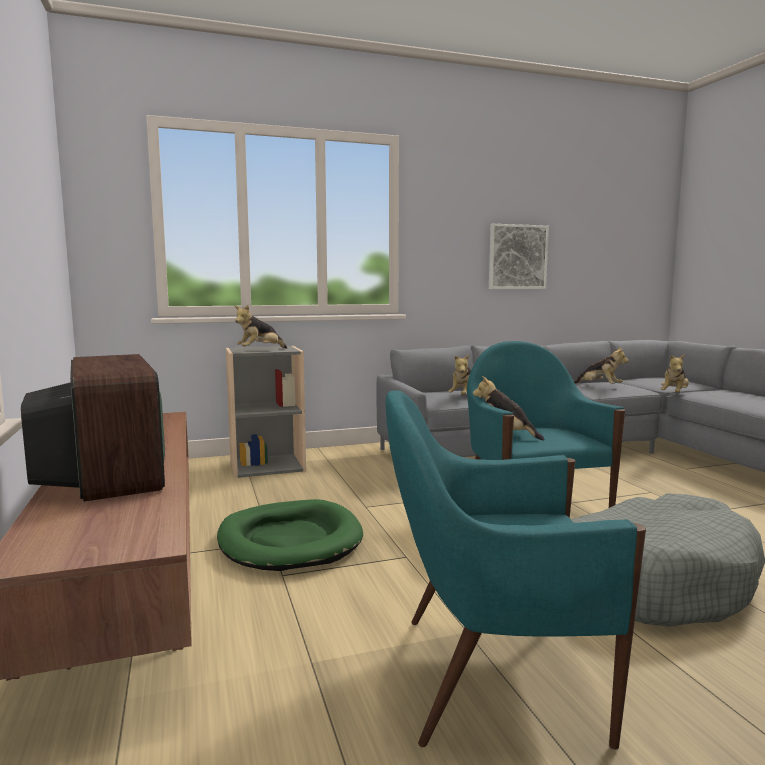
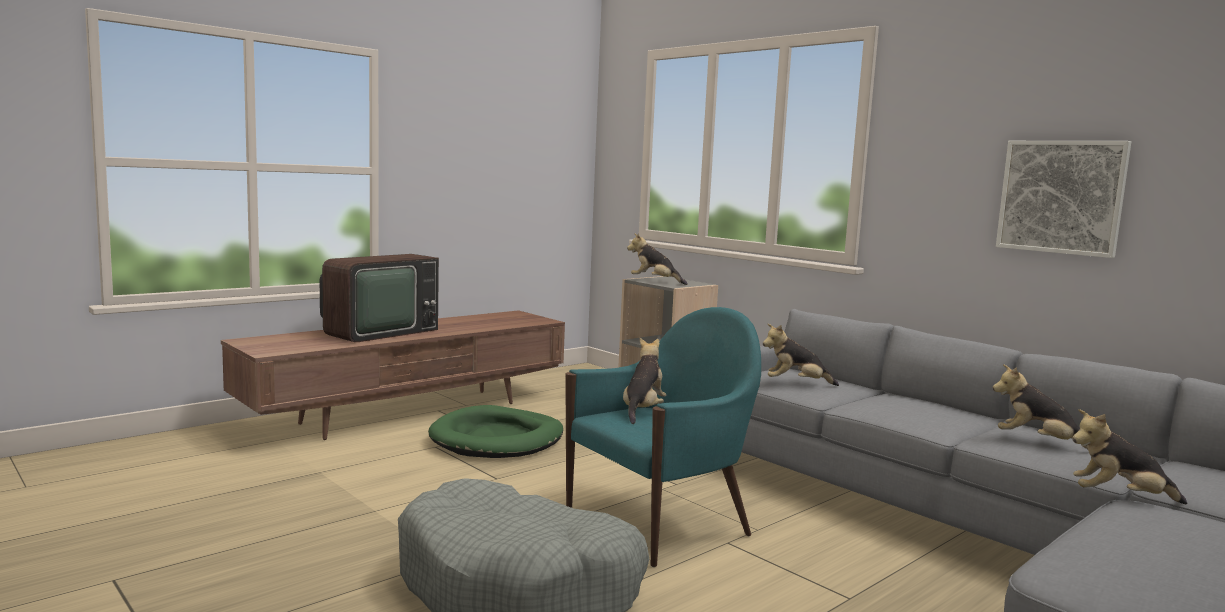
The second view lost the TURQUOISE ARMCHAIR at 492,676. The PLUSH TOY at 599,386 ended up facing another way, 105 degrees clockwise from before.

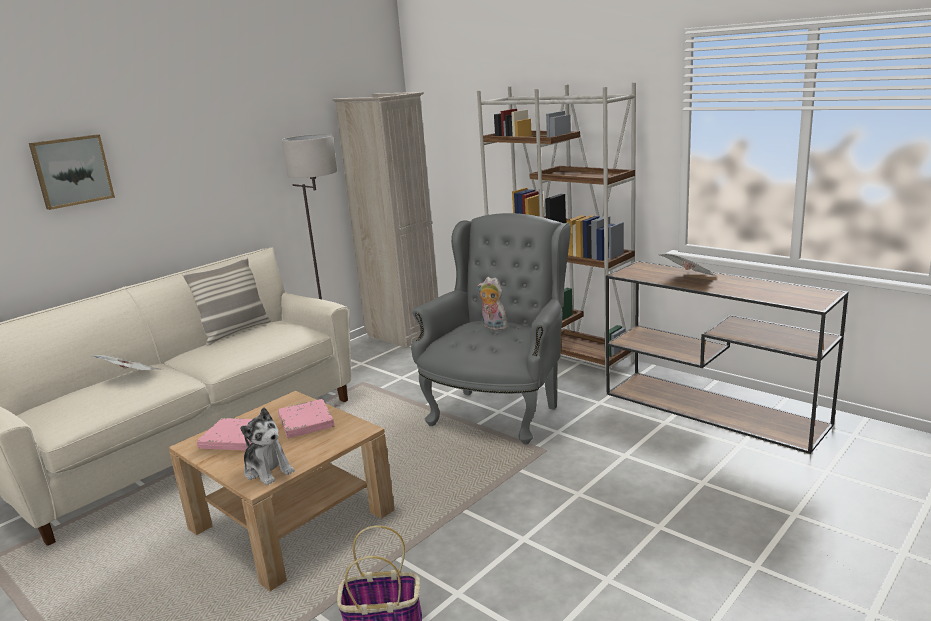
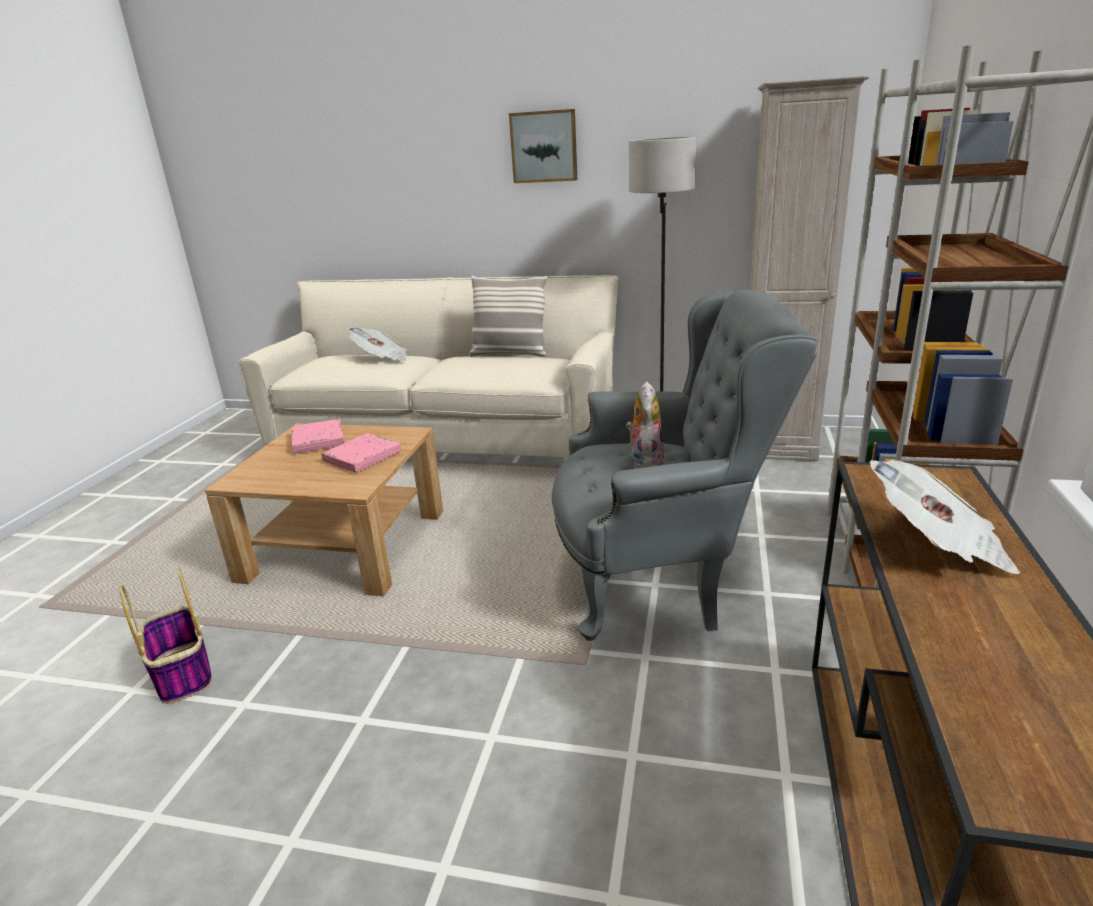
The PICTURE ended up elsewhere, having gone from 72,171 to 544,146. The second view lost the PLUSH TOY at 268,470.

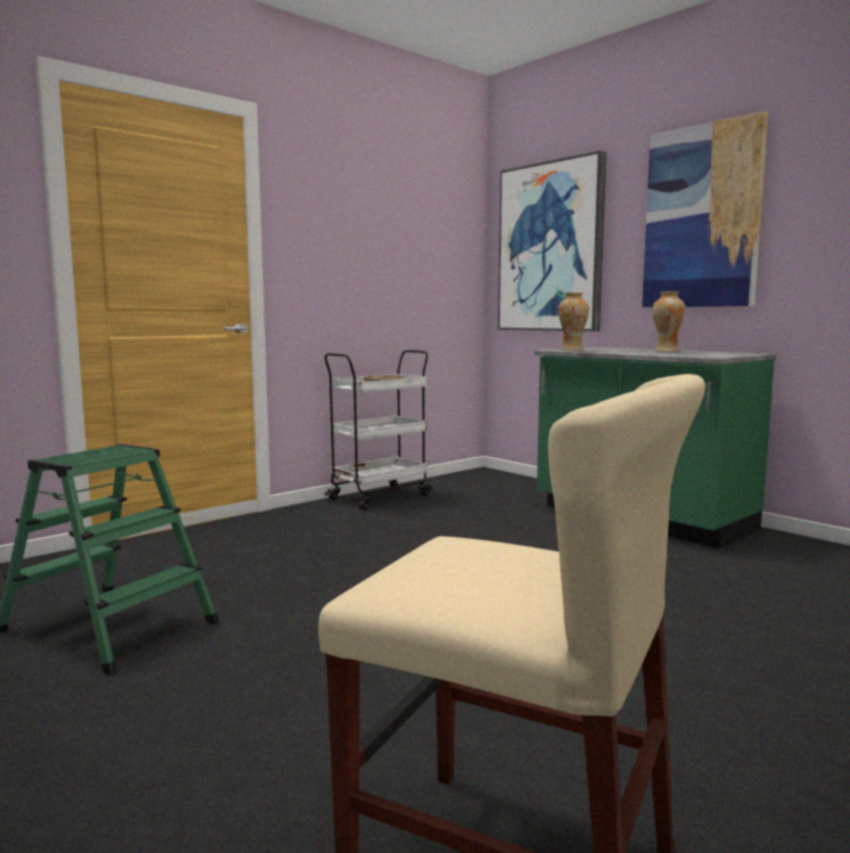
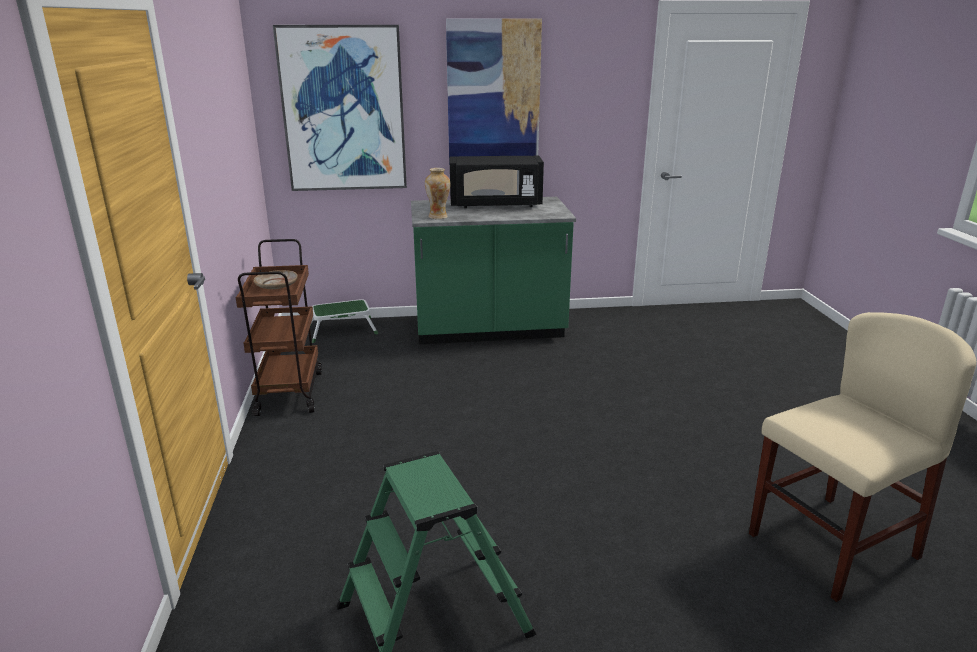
What was the WHITE CART at 380,497 turned into the BROWN CART at 290,393. Where the VASE stood at 666,351, the BLACK MICROWAVE came to stand at 495,205. The second view gained the GREEN STEP LADDER at 342,330.

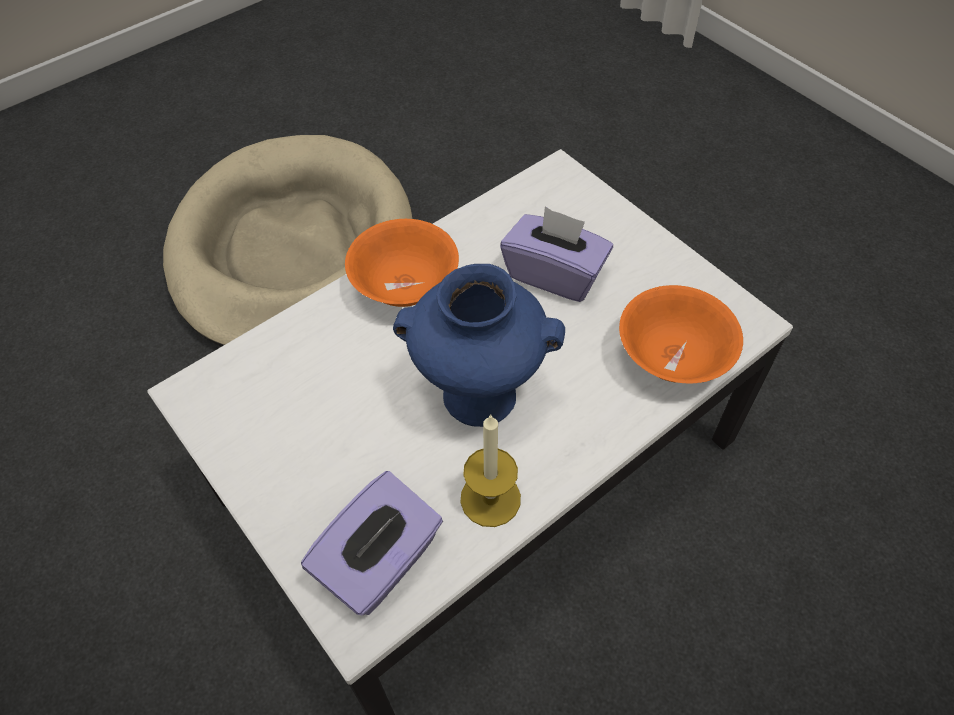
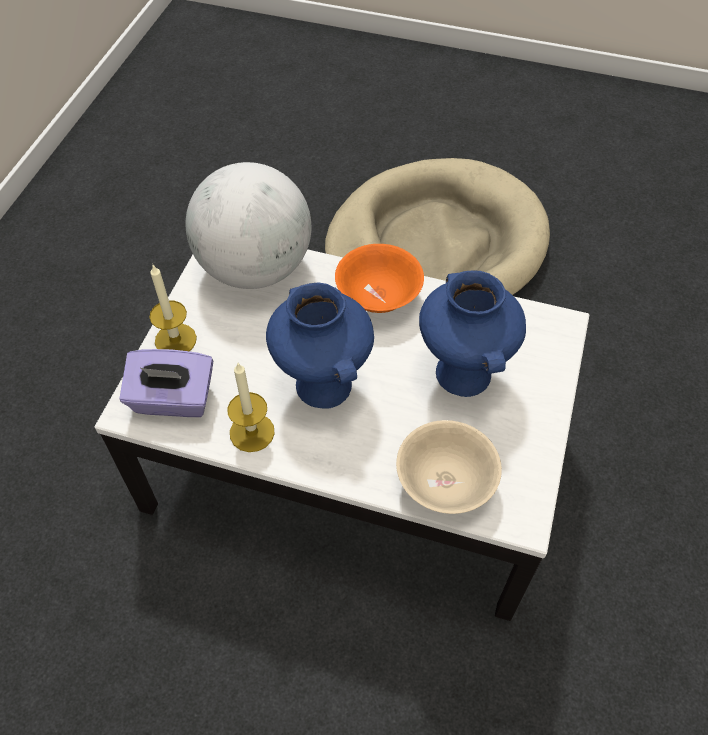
Where the PURPLE TISSUE BOX stood at 554,274, the BLUE VASE came to stand at 461,373. What was the ORANGE BOWL at 671,358 turned into the BEIGE BOWL at 444,482. The second view gained the CANDLE at 175,340. The second view gained the GLOBE at 255,268.

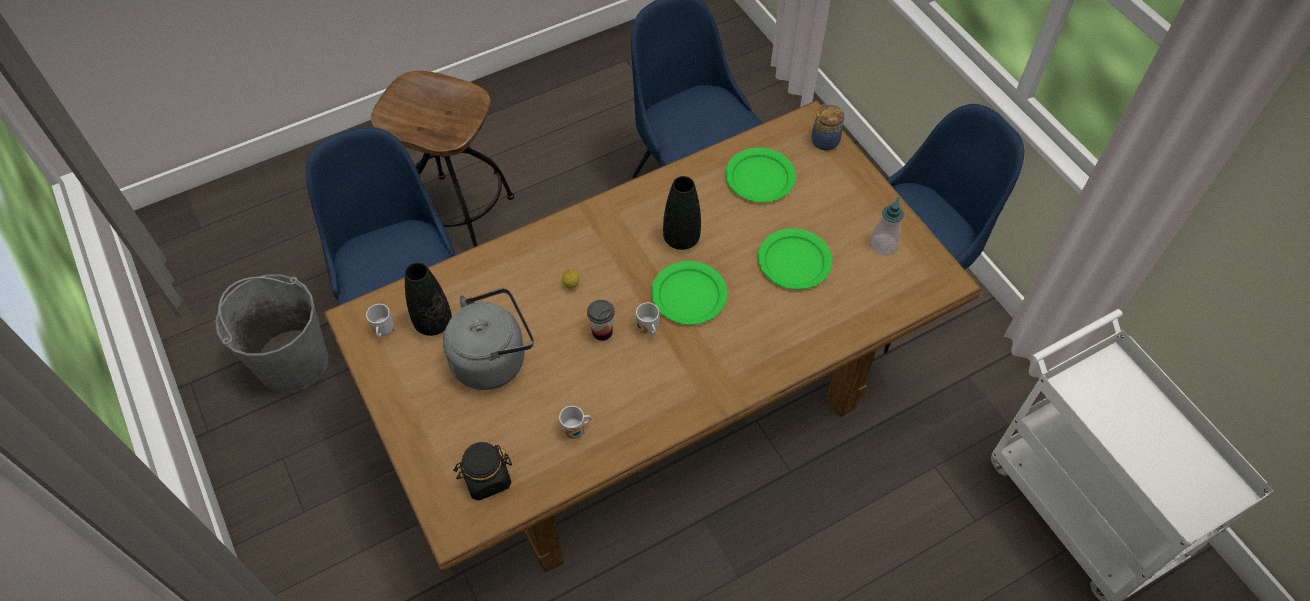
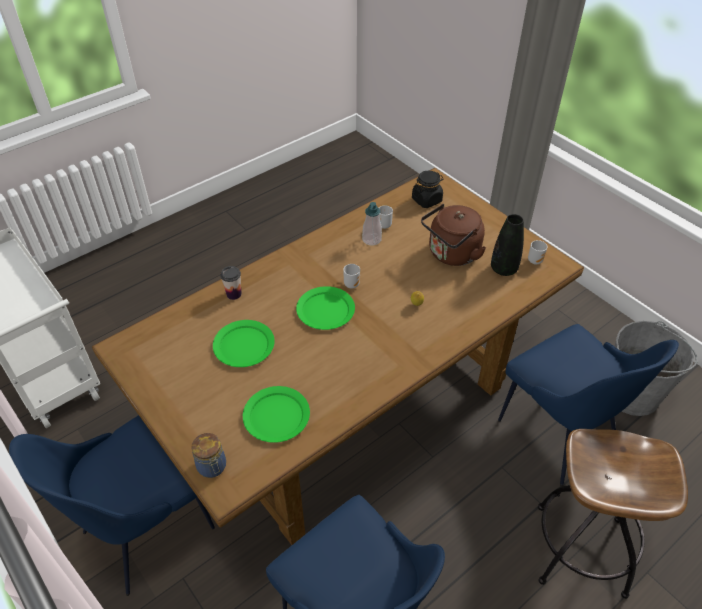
What was the GREY KETTLE at 493,359 turned into the BROWN KETTLE at 451,254. The CUP ended up elsewhere, having gone from 602,332 to 234,294. The second view lost the BLACK VASE at 681,239. The SOAP DISPENSER ended up elsewhere, having gone from 883,244 to 371,239.

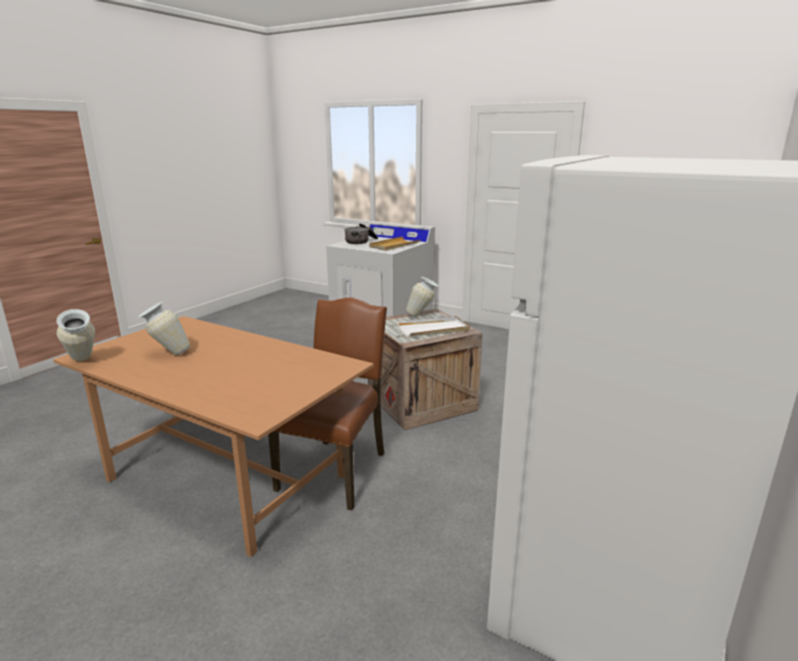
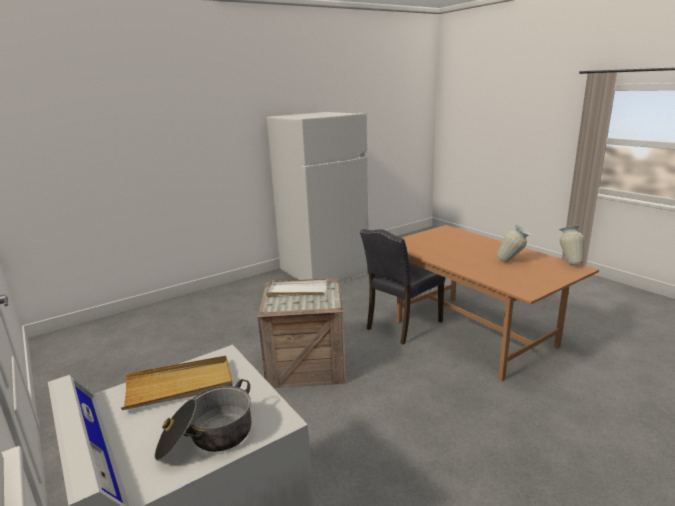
What was the BROWN CHAIR at 336,469 turned into the GREY CHAIR at 402,325. The second view lost the VASE at 422,316.

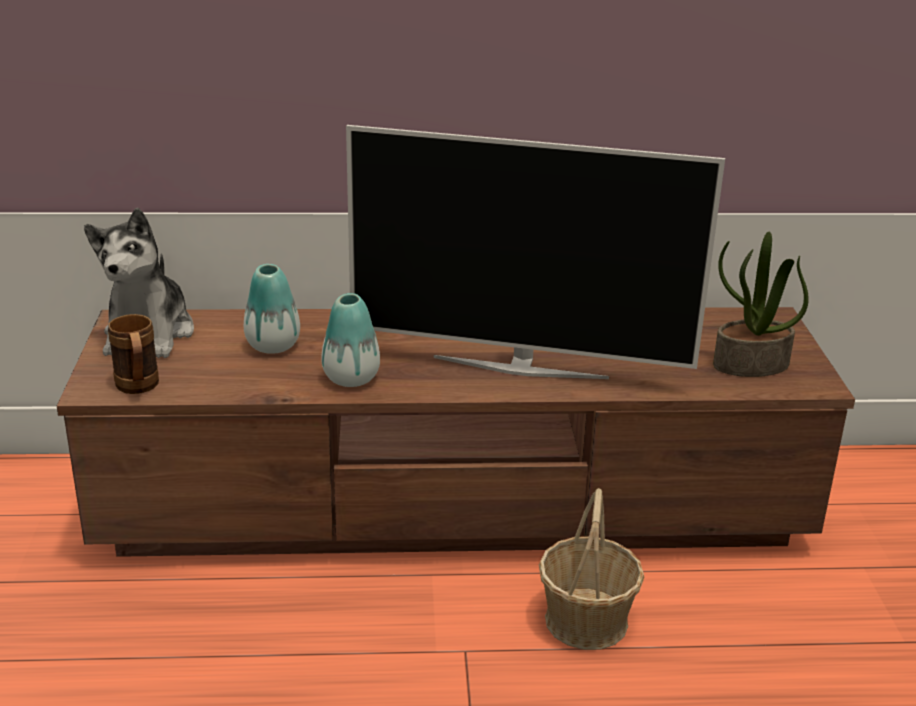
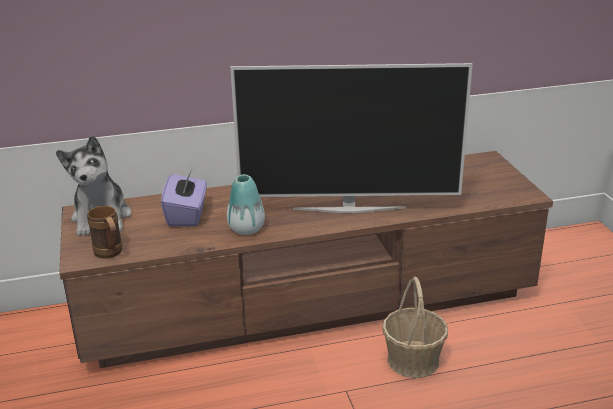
Where the VASE stood at 273,346, the PURPLE TISSUE BOX came to stand at 187,215. The second view lost the POTTED PLANT at 750,365.

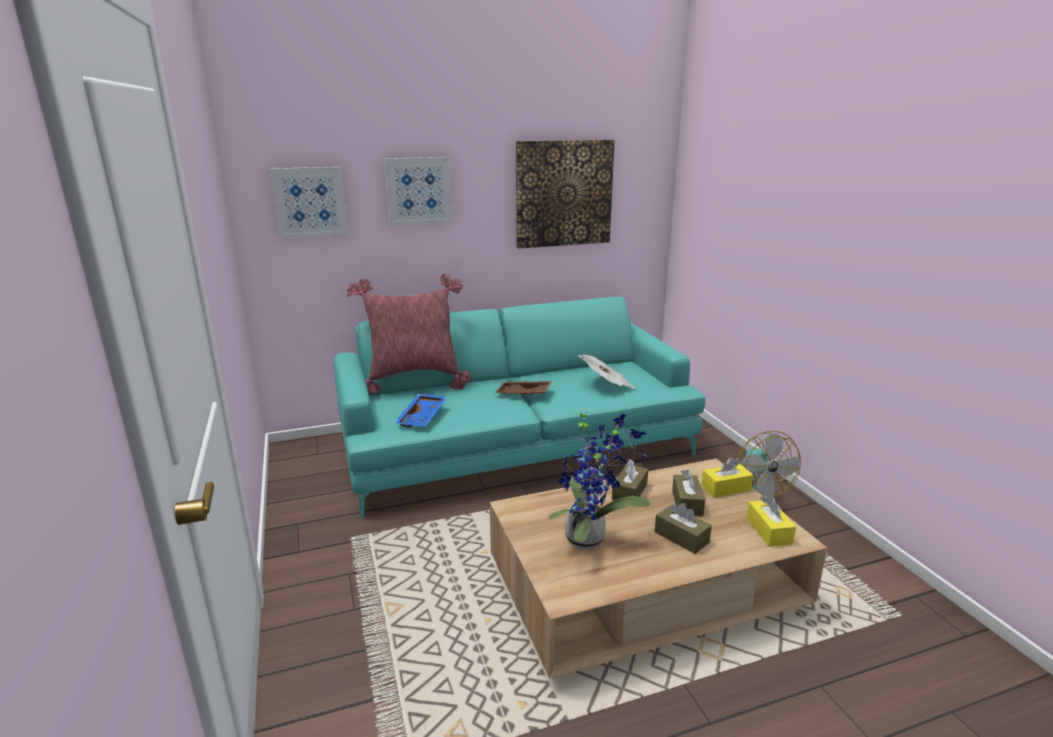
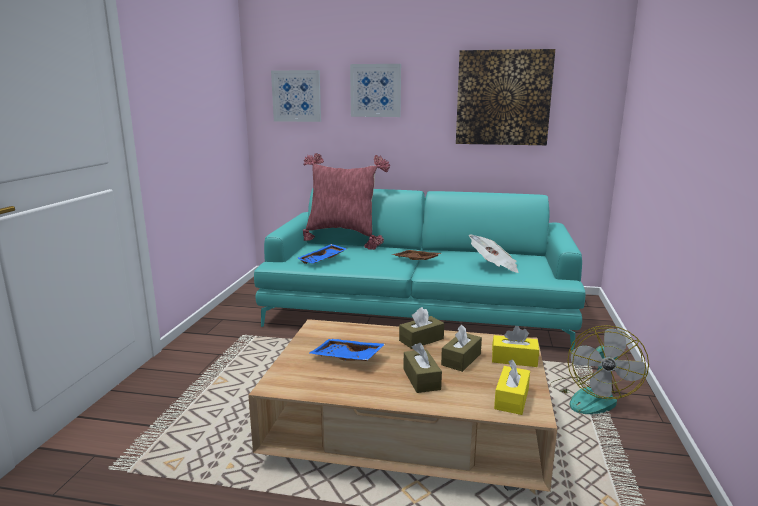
Where the POTTED PLANT stood at 590,538, the BLUE TRAY came to stand at 346,358.

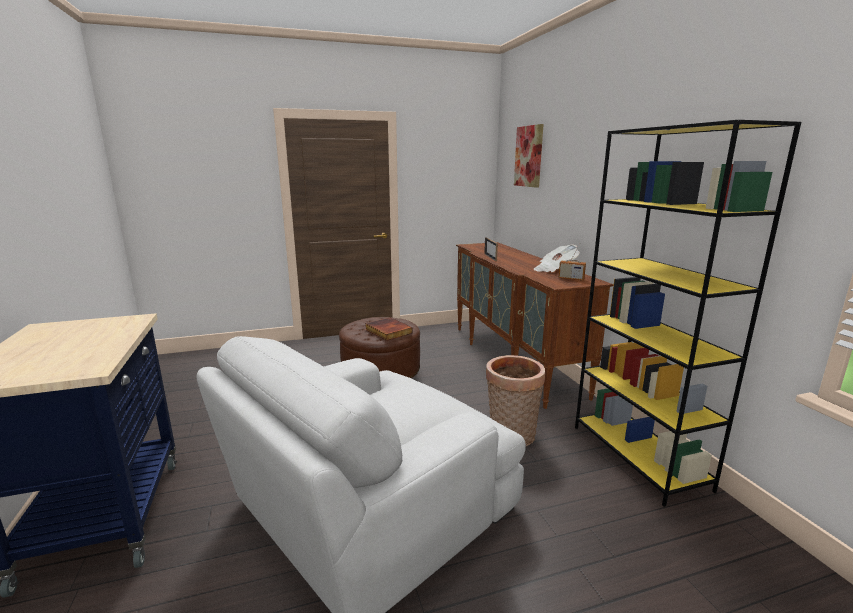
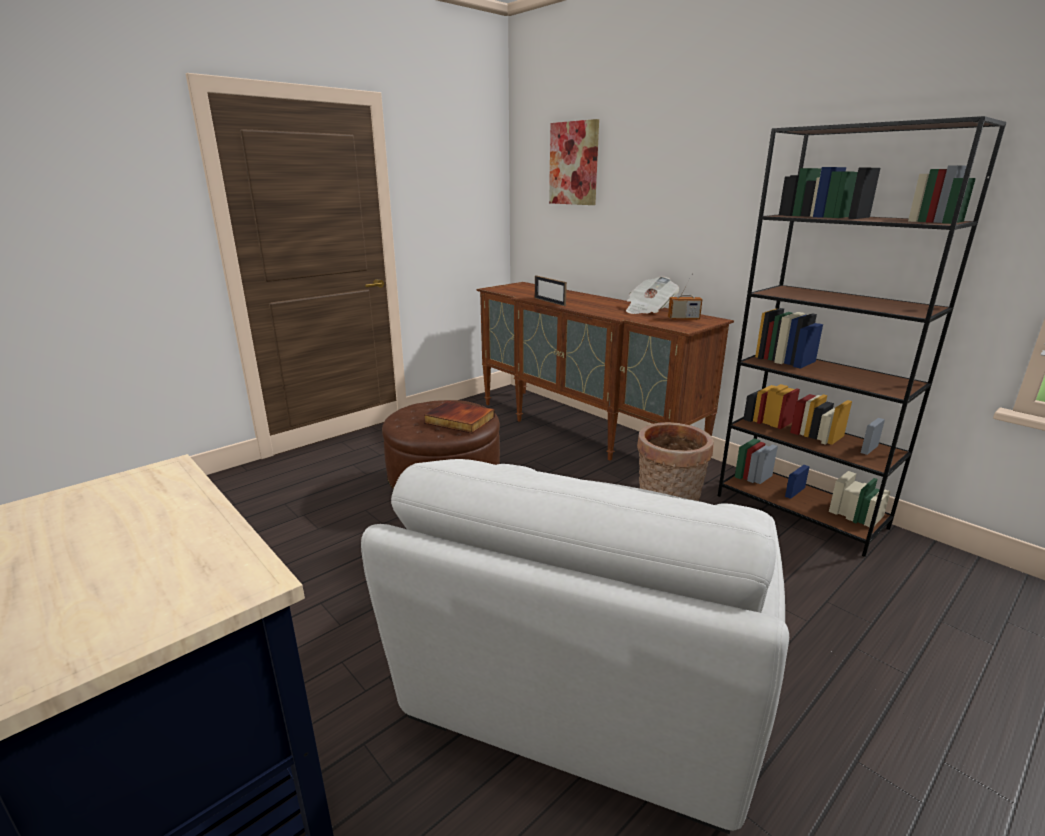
What was the YELLOW BOOKCASE at 639,457 turned into the BROWN BOOKCASE at 801,511.

